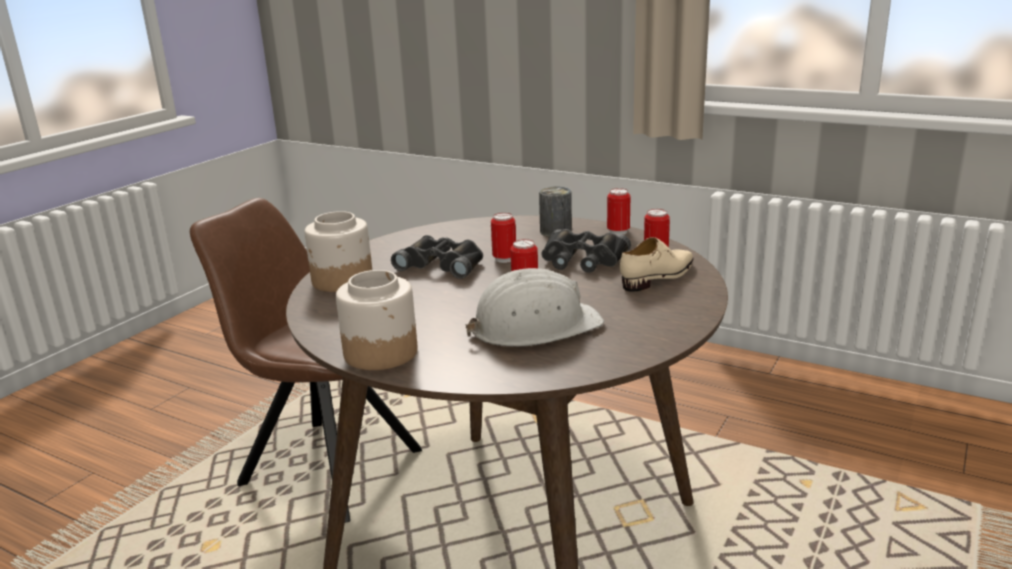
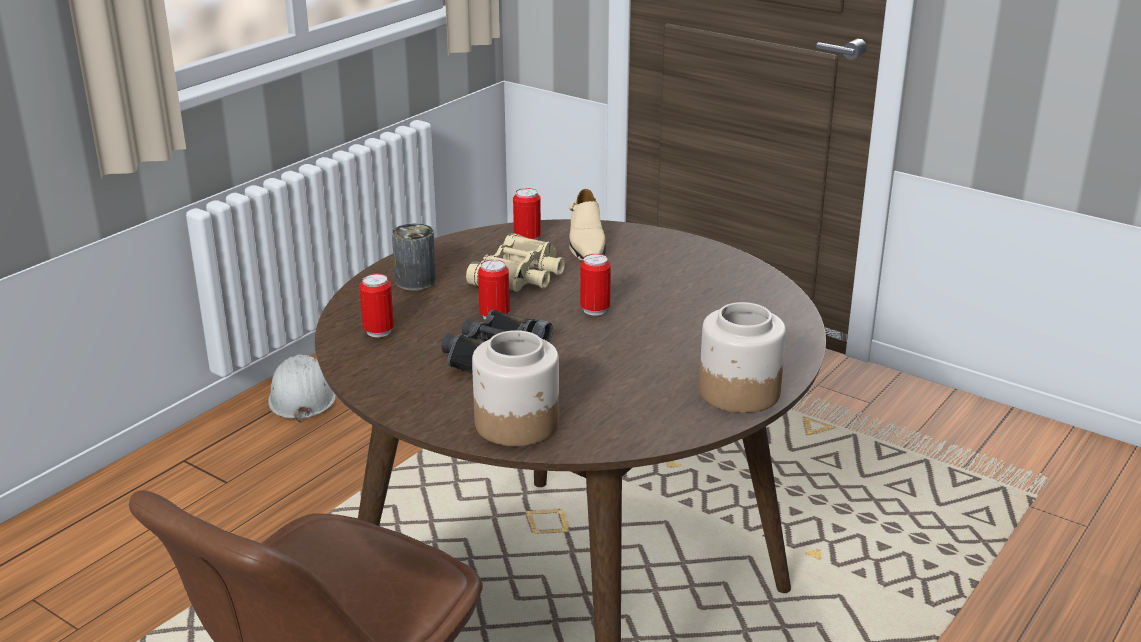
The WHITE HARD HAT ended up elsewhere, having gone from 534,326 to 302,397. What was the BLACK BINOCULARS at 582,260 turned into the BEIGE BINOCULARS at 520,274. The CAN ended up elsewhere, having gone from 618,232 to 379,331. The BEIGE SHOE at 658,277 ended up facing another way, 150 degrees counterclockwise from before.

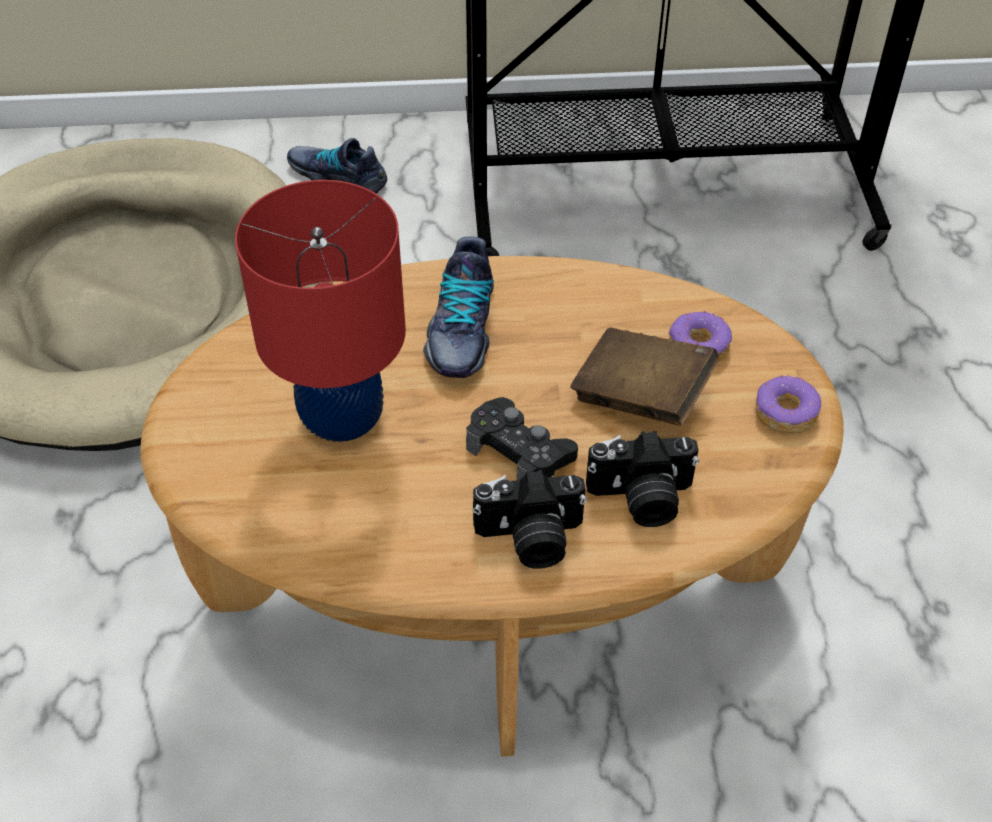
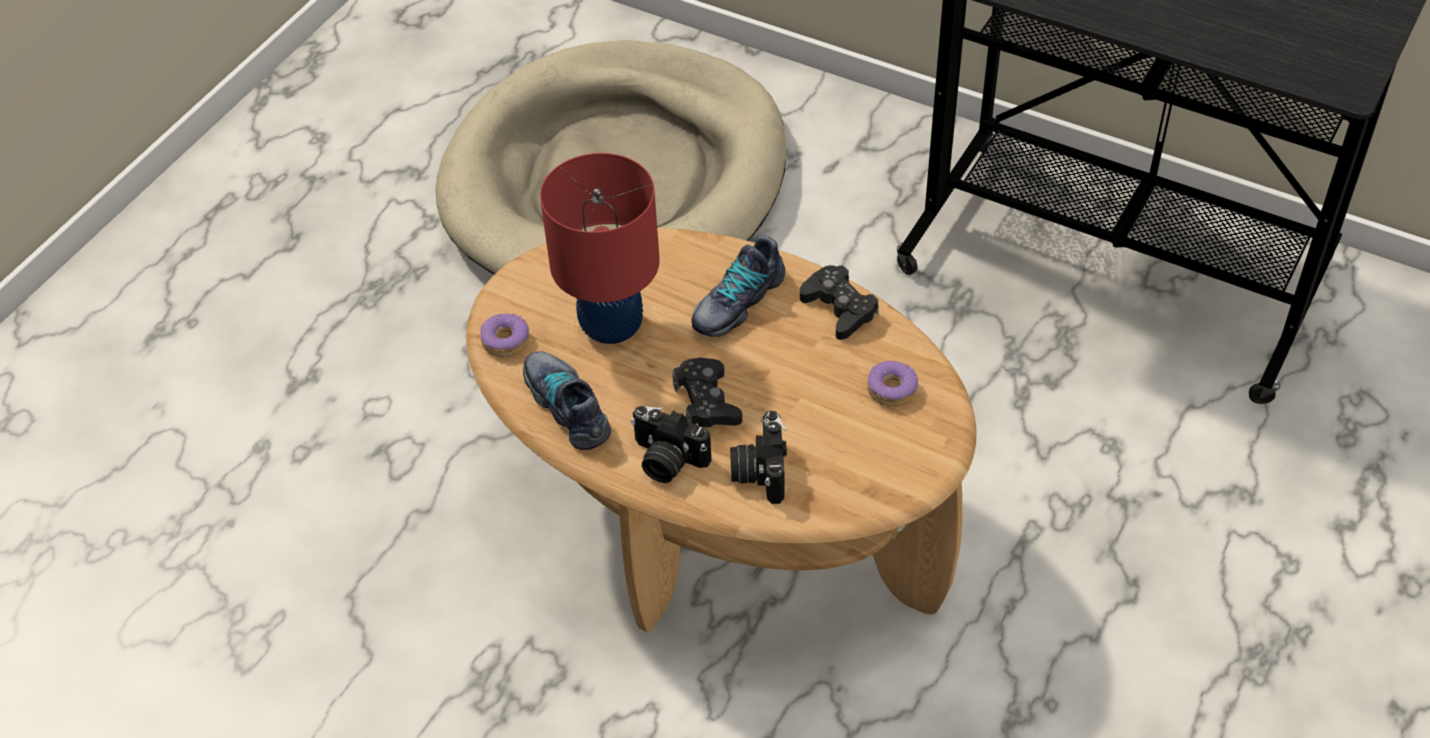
The SHOE ended up elsewhere, having gone from 338,175 to 568,406. The second view lost the BROWN BOOK at 640,397. The PHOTO CAMERA at 641,499 ended up facing another way, 60 degrees clockwise from before. The DONUT ended up elsewhere, having gone from 784,413 to 505,341. The second view gained the BLACK GAME CONTROLLER at 839,308.

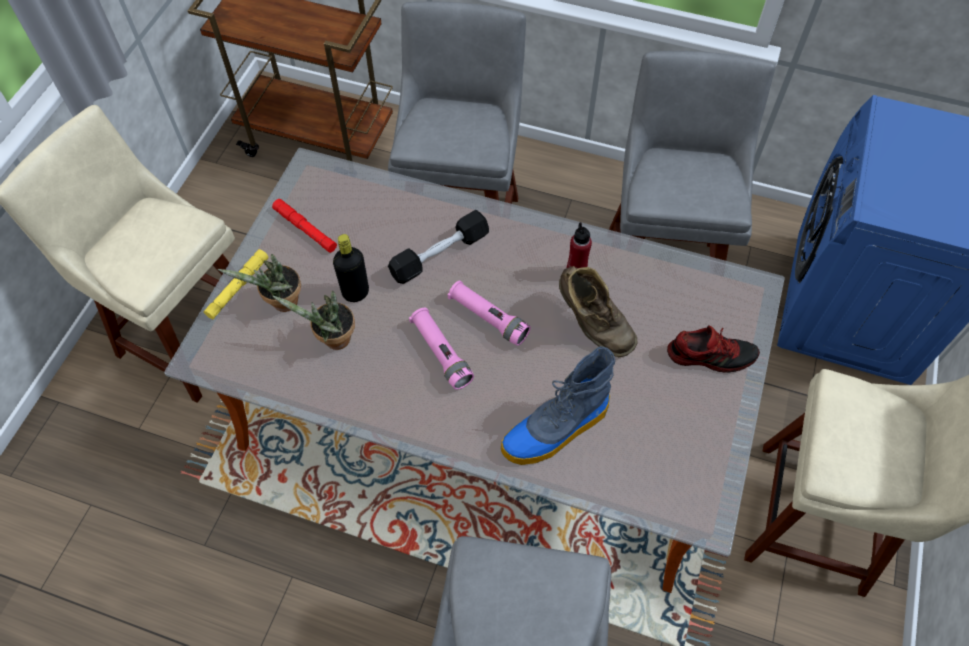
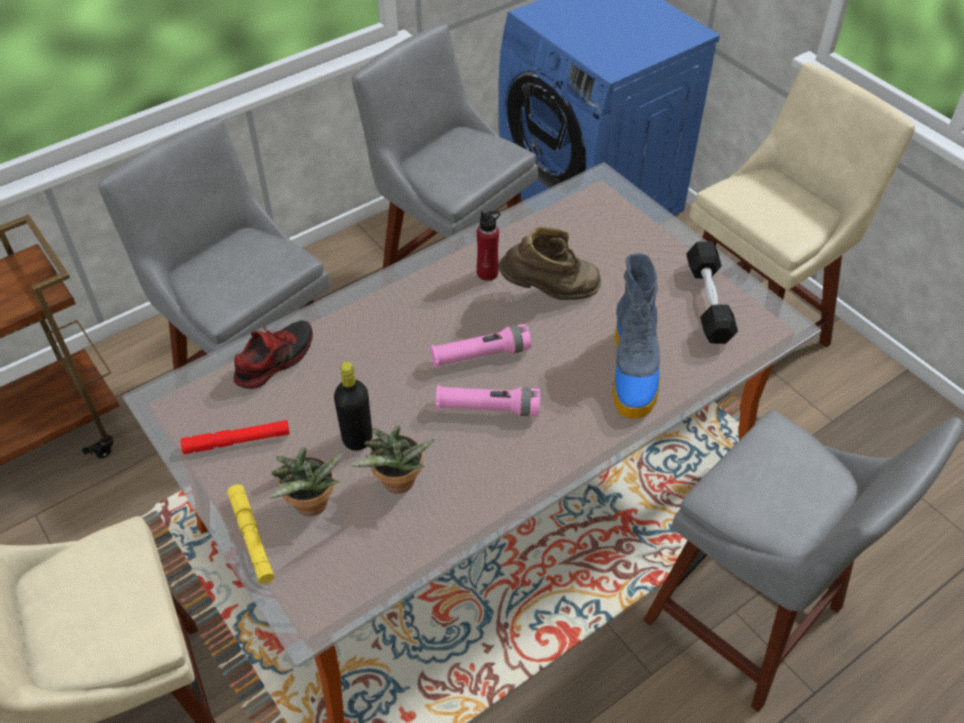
The BLACK DUMBBELL ended up elsewhere, having gone from 440,255 to 708,302. The SHOE ended up elsewhere, having gone from 710,355 to 275,360.

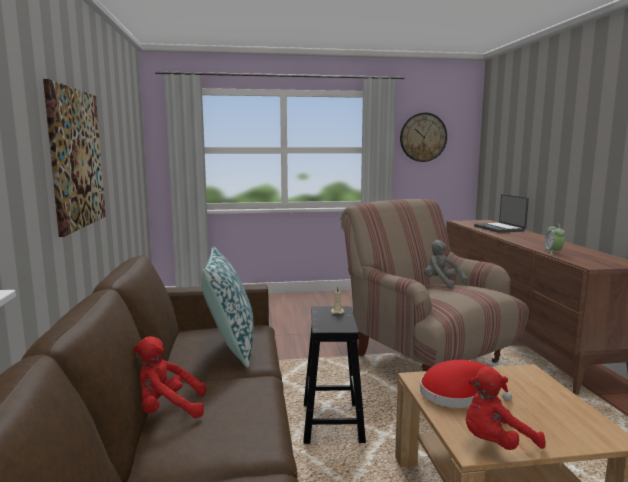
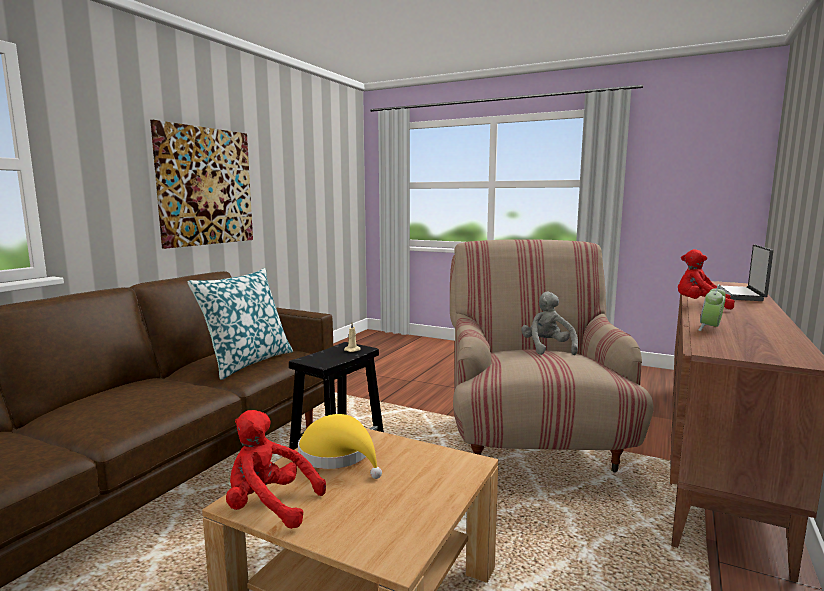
The RED PLUSH TOY ended up elsewhere, having gone from 167,410 to 700,305. The second view lost the WALL CLOCK at 423,137. What was the RED HAT at 456,395 turned into the YELLOW HAT at 338,456.

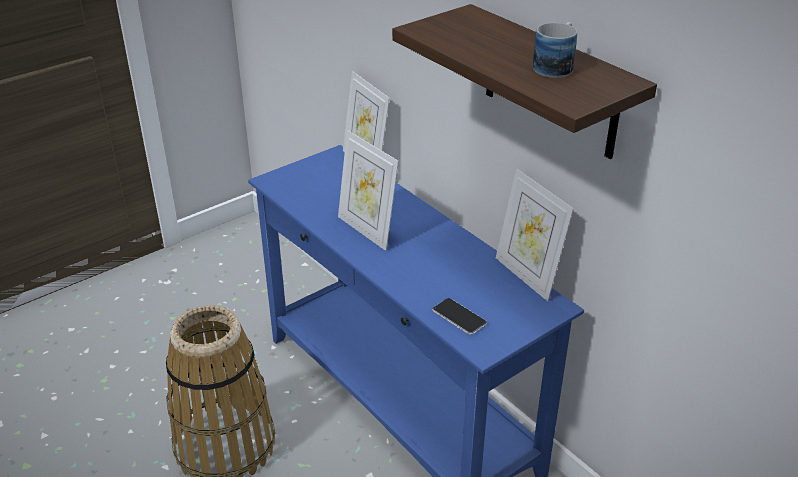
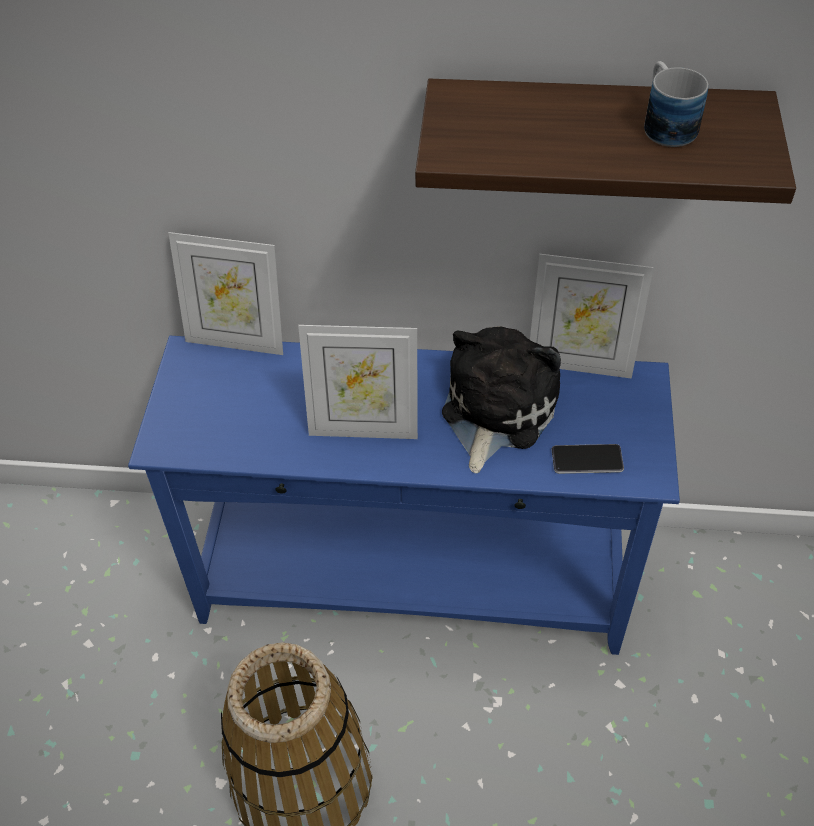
The second view gained the PLUSH TOY at 495,410.

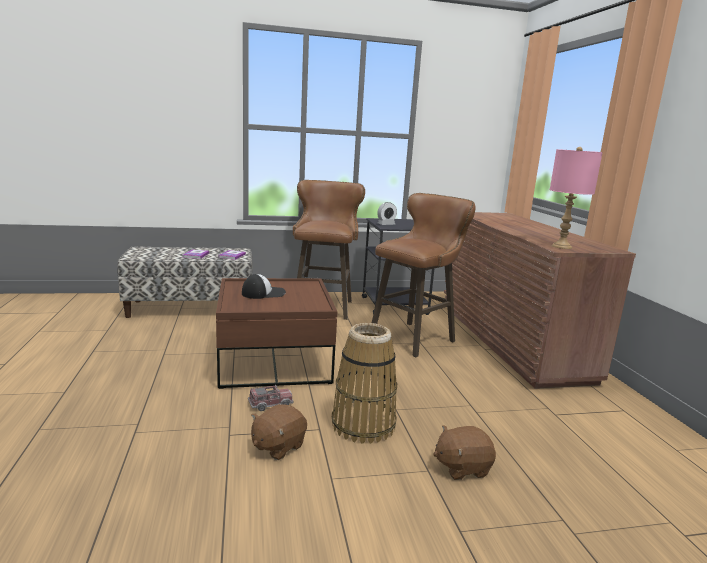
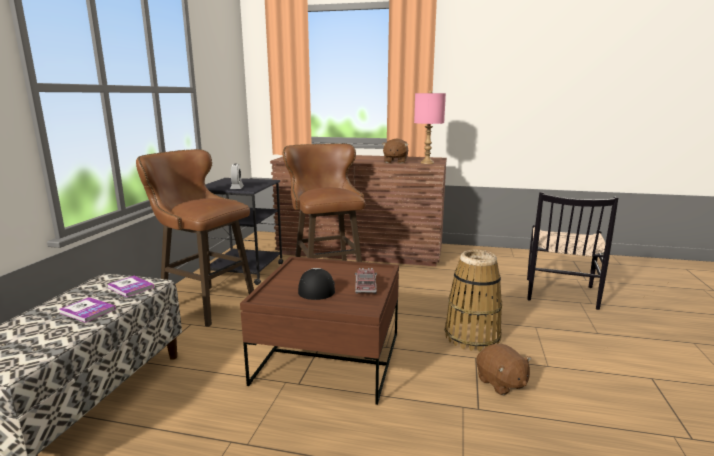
The TOY TRUCK ended up elsewhere, having gone from 270,404 to 365,287. The BROWN PLUSH TOY ended up elsewhere, having gone from 462,467 to 395,161. The second view gained the BLACK CHAIR at 560,295.

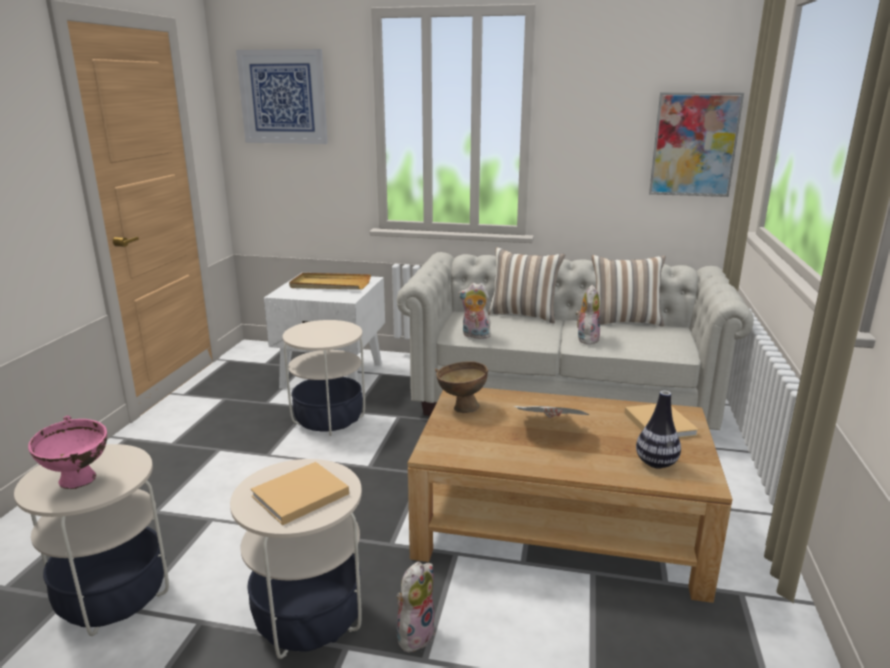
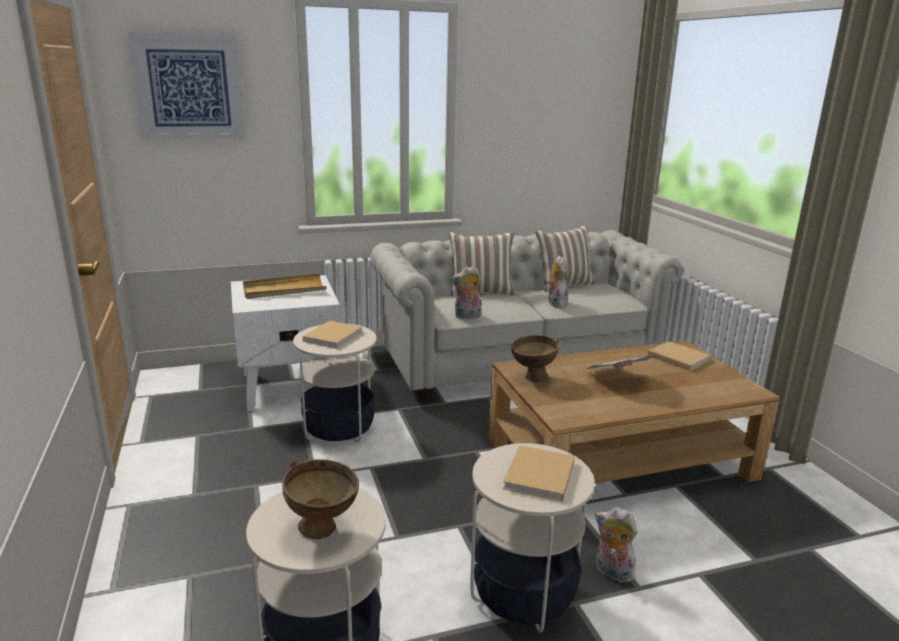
What was the PINK BOWL at 79,483 turned into the BROWN BOWL at 324,530. The PLUSH TOY at 415,633 ended up facing another way, 60 degrees counterclockwise from before. The second view lost the VASE at 656,463. The second view lost the PICTURE at 694,145. The second view gained the BEIGE BOOK at 334,336.

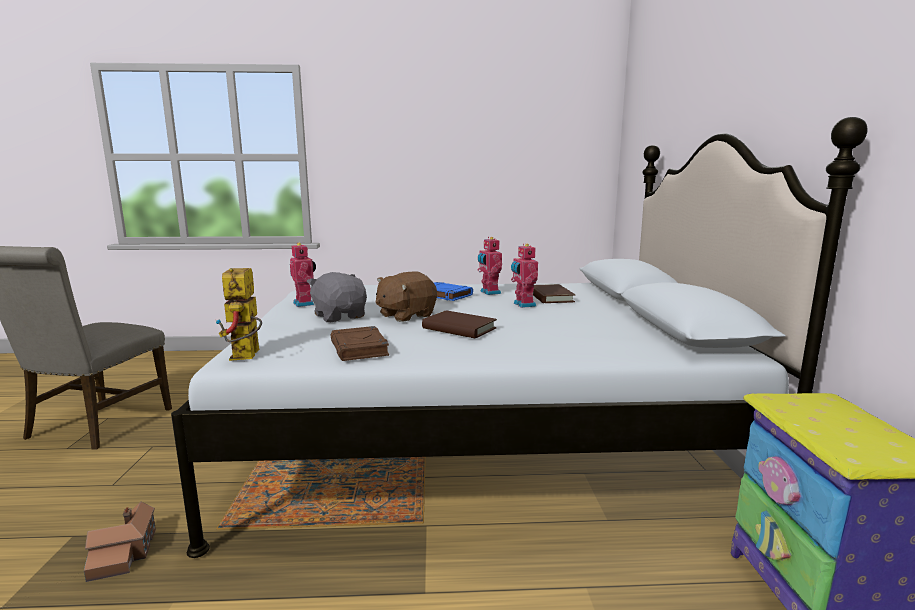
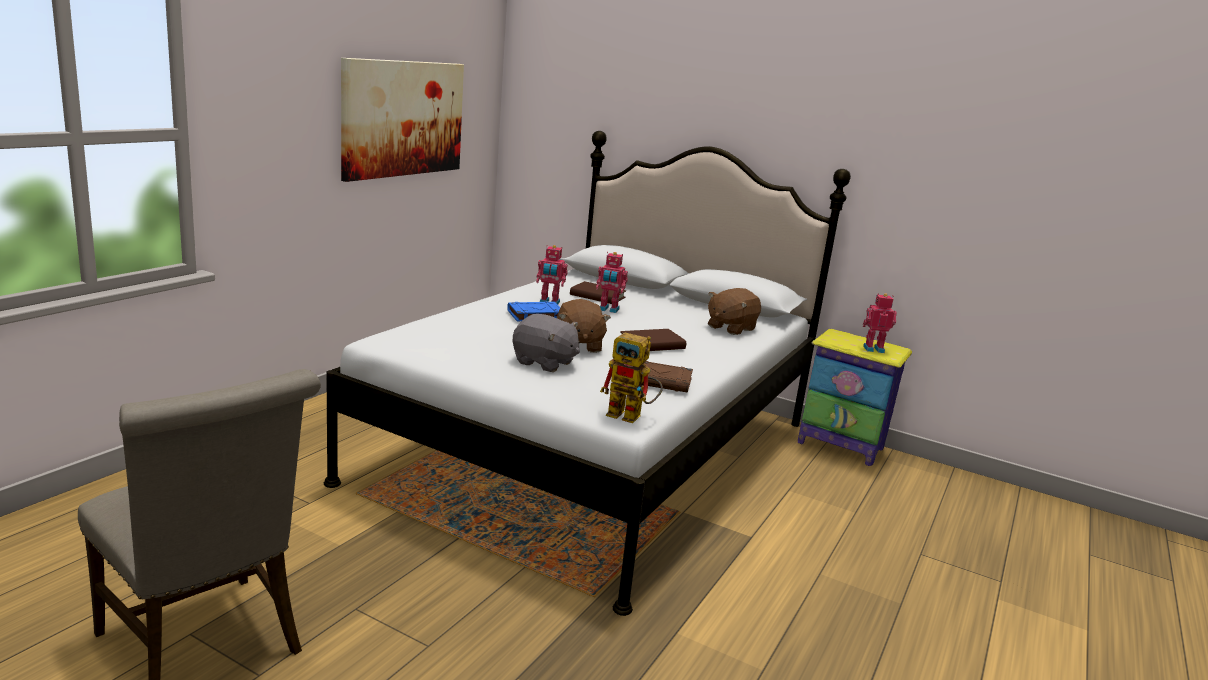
The second view lost the TOY HOUSE at 124,553. The TOY ROBOT ended up elsewhere, having gone from 305,303 to 873,349. The GREY PLUSH TOY at 340,316 ended up facing another way, 150 degrees counterclockwise from before. The second view gained the PICTURE at 403,118. The second view gained the BROWN PLUSH TOY at 730,328.

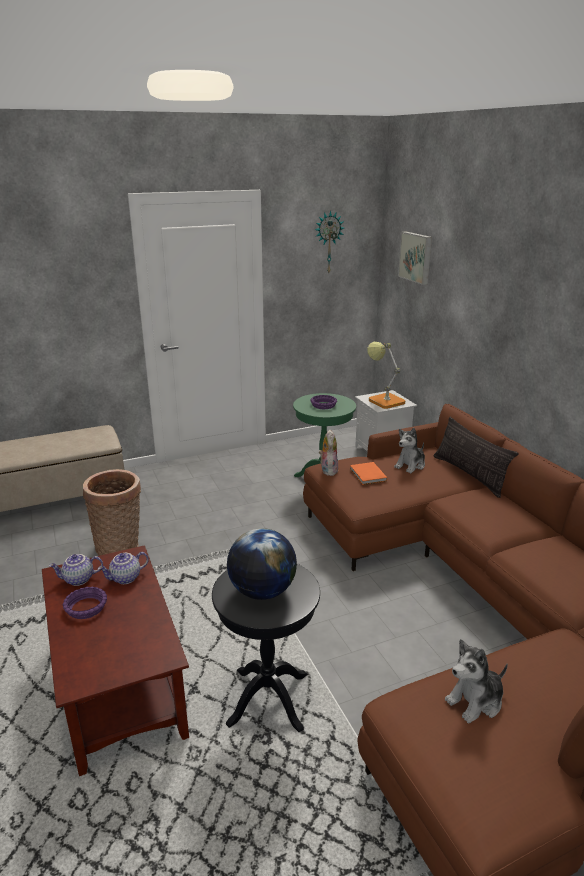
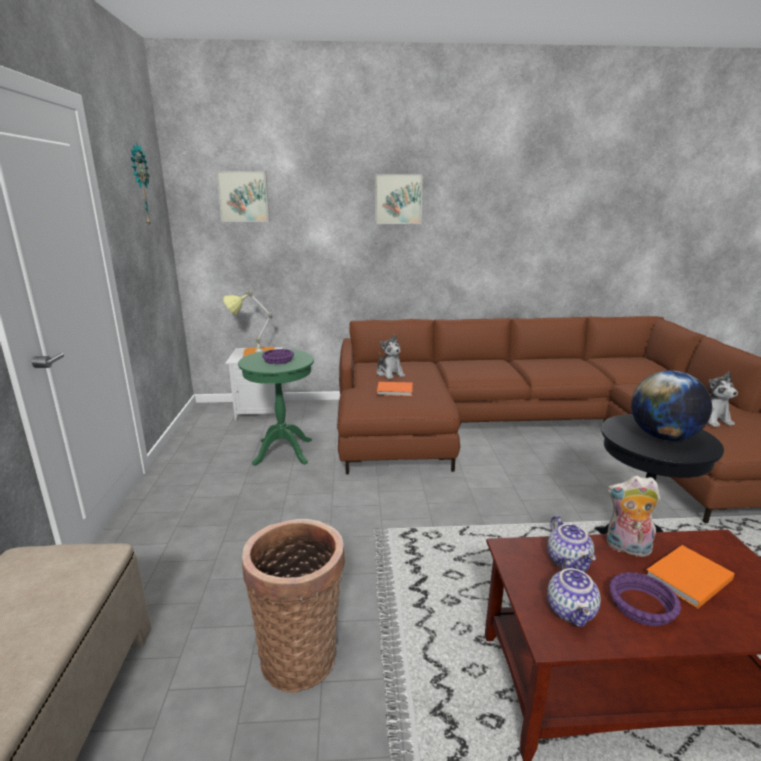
The PLUSH TOY ended up elsewhere, having gone from 328,470 to 626,548. The second view lost the PILLOW at 469,475. The second view gained the PICTURE at 398,199. The second view gained the ORANGE BOOK at 686,578.

